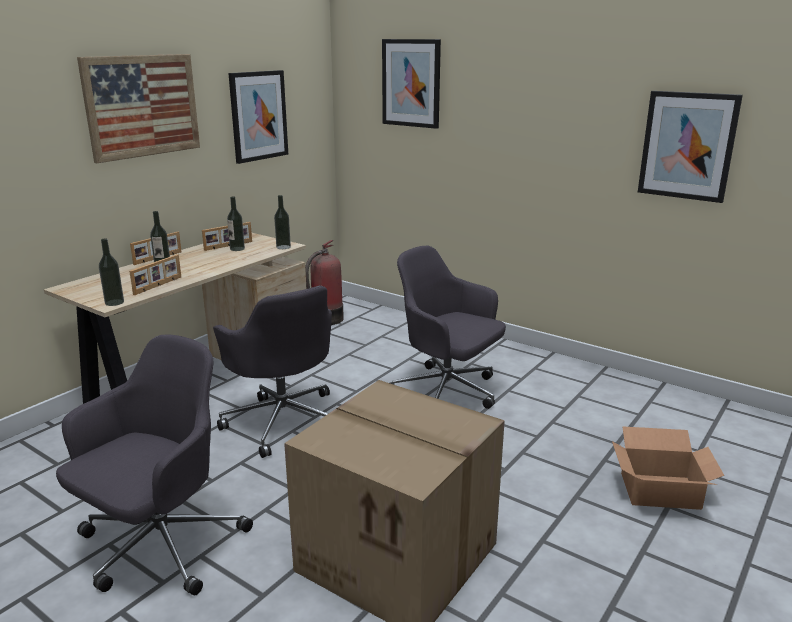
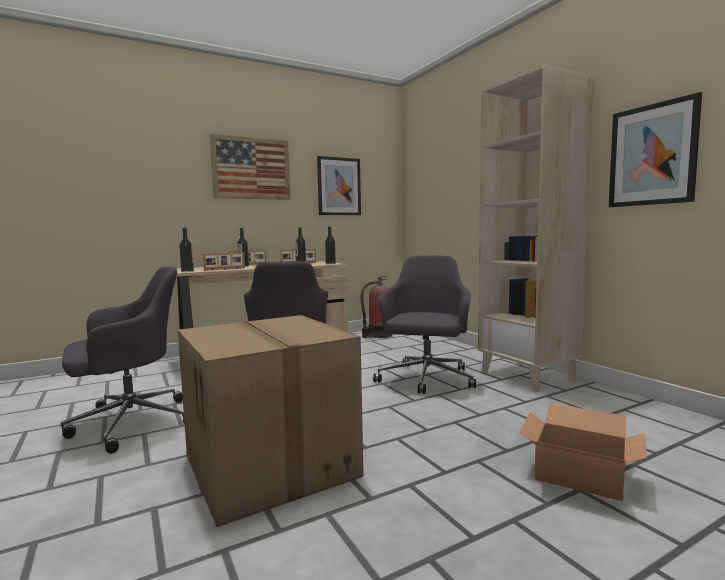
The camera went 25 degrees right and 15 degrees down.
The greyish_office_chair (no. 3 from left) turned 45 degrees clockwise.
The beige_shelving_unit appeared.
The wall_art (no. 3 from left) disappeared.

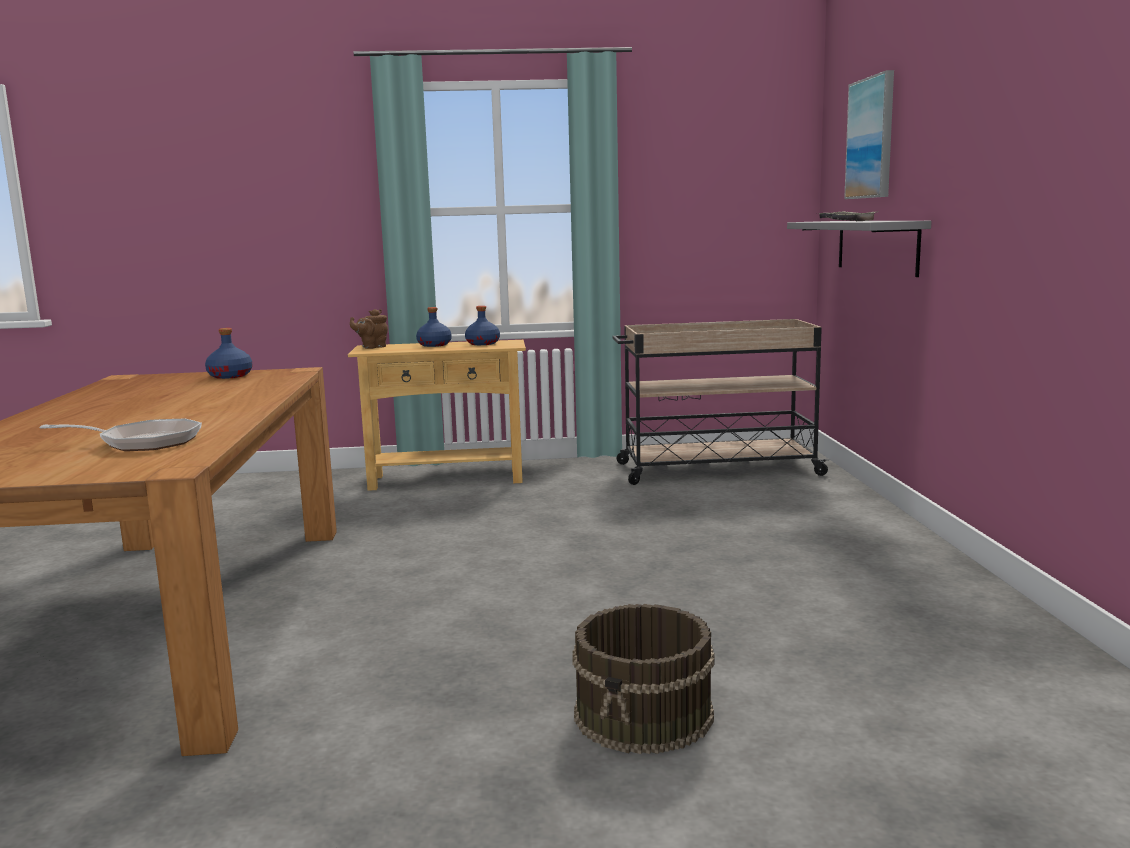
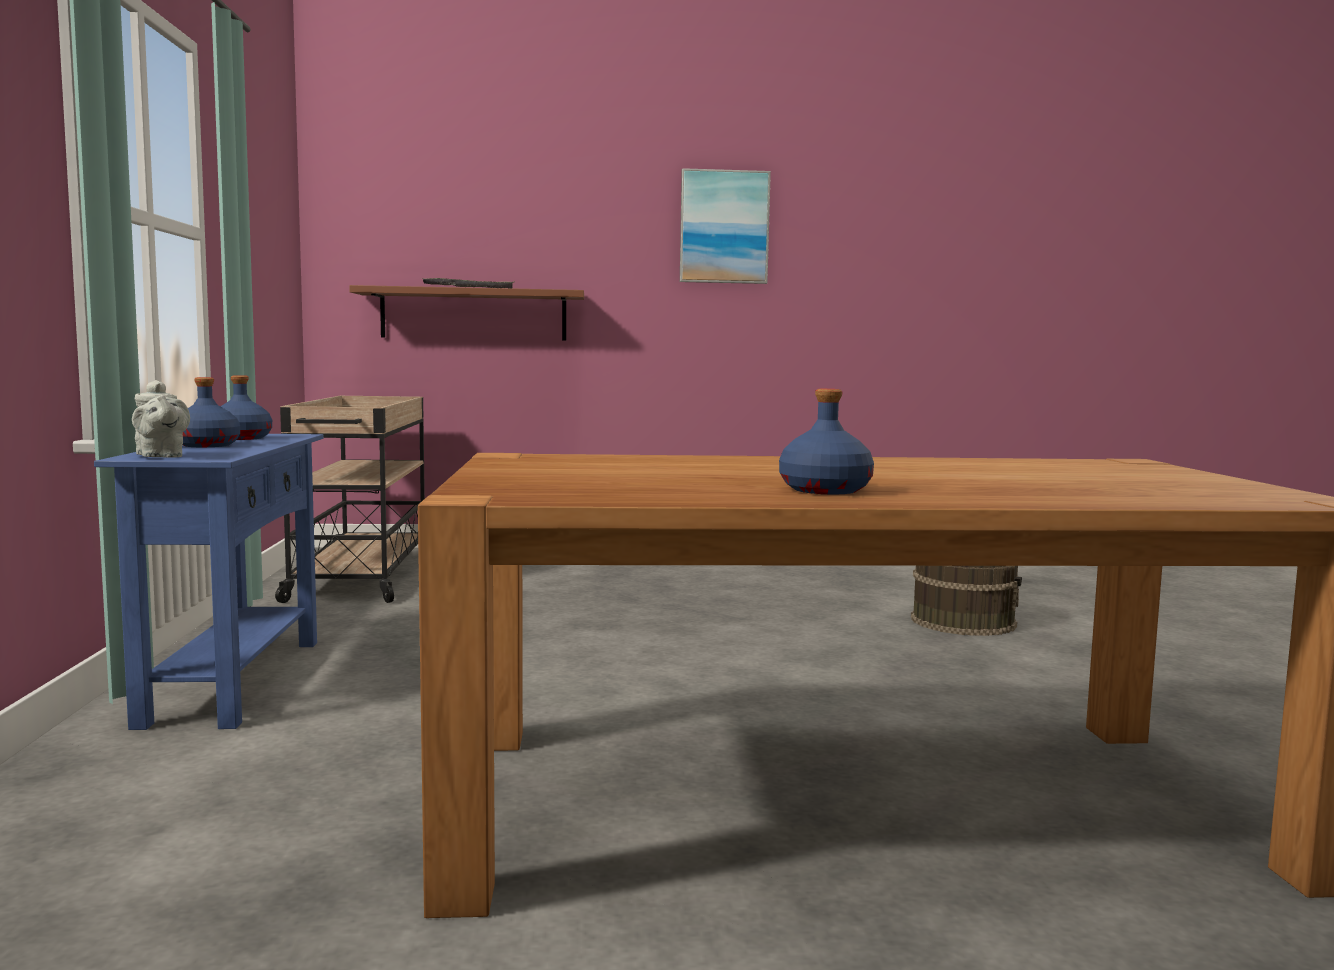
The camera went 90 degrees left and 5 degrees down.
The beige_hall_table became the bluish_hall_table.
The brown-coloured_tea_pot became the greyish_tea_pot.
The greyish_wall_shelf became the brown-coloured_wall_shelf.
The wall_art moved.
The bluish_drink_bottle (no. 1 from left in the first image) moved.
The frying_pan disappeared.

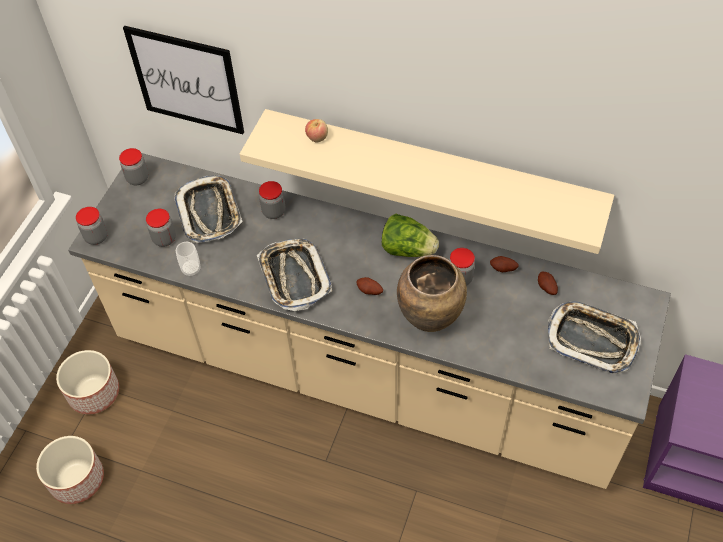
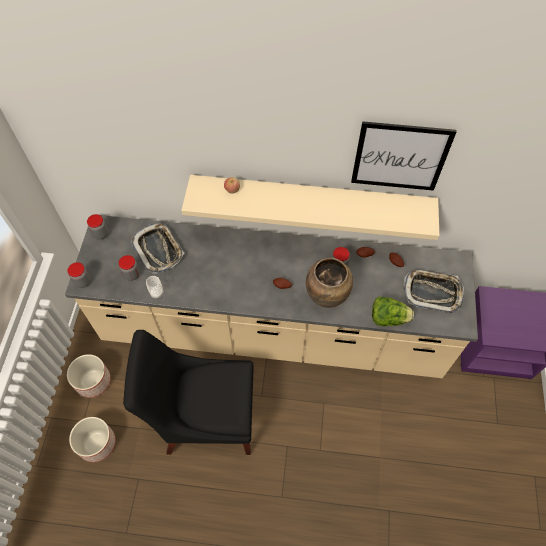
The camera went 15 degrees left and 5 degrees up.
The black-coloured_upright_chair appeared.
The wall_art moved.
The lettuce moved.
The serving_tray (no. 2 from left) disappeared.
The jar (no. 4 from left) disappeared.

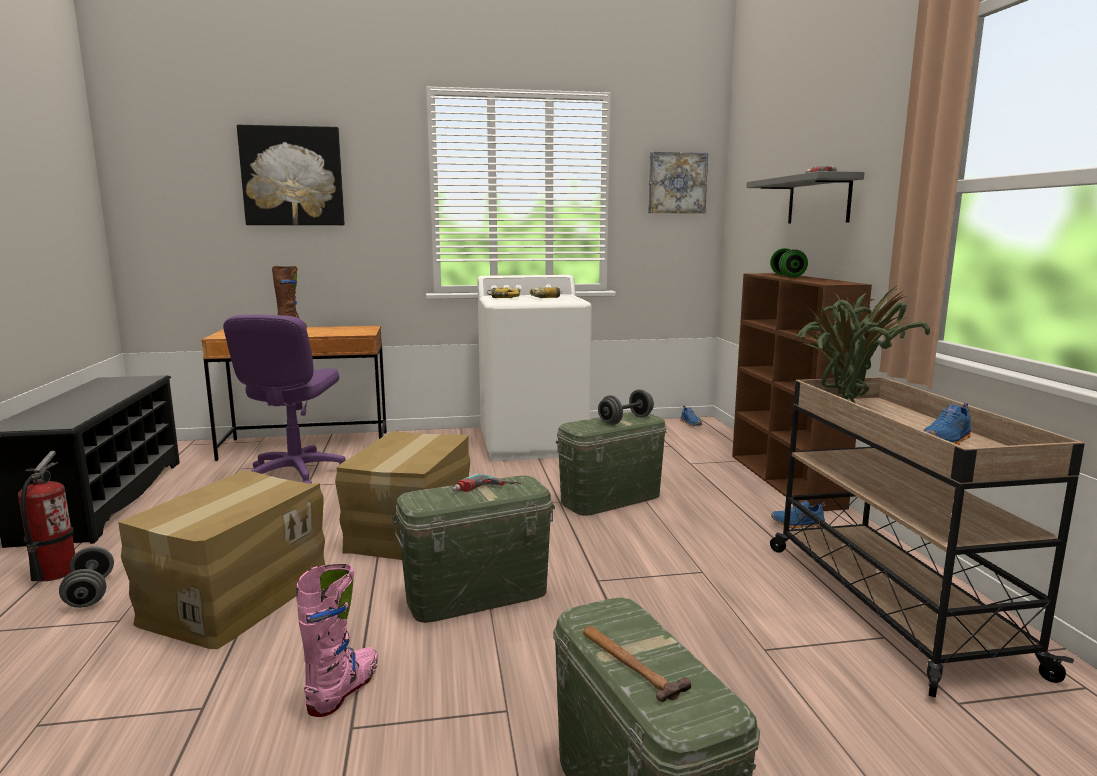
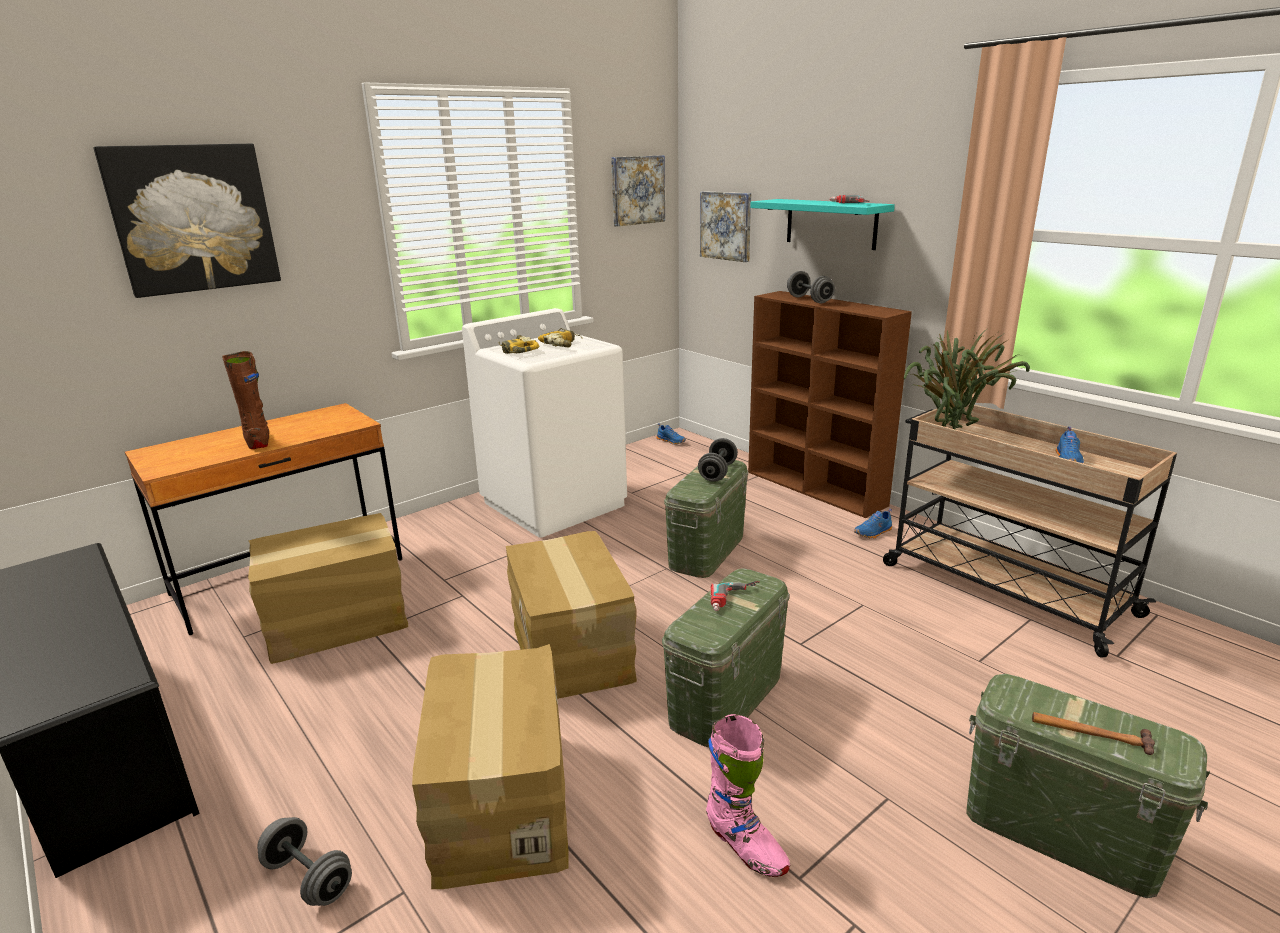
The camera went 30 degrees left and 10 degrees up.
The purplish_office_chair was replaced by the carton (no. 1 from left).
The wall_art (no. 3 from left) appeared.
The pink_high-top_boot turned 150 degrees clockwise.
The greyish_wall_shelf became the blue-green_wall_shelf.
The green-coloured_free_weight became the greyish_free_weight (no. 3 from left).
The fire_extinguisher disappeared.

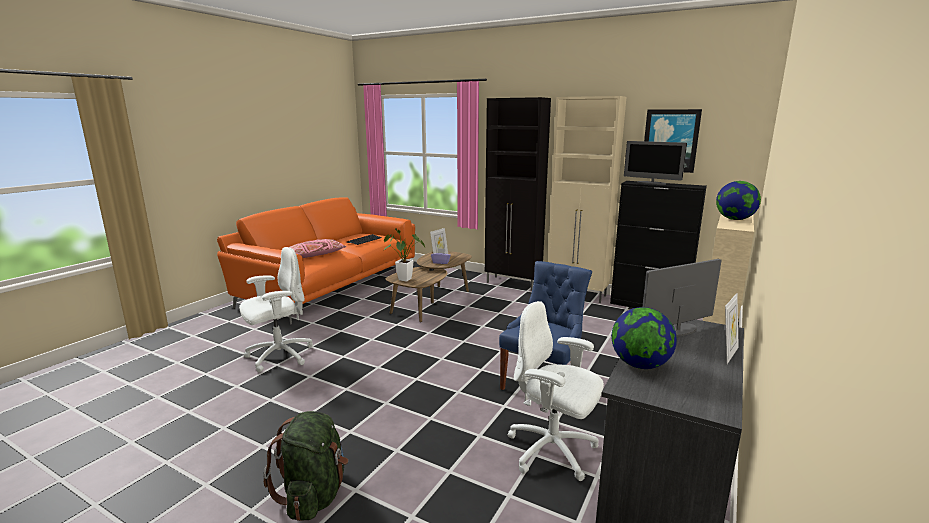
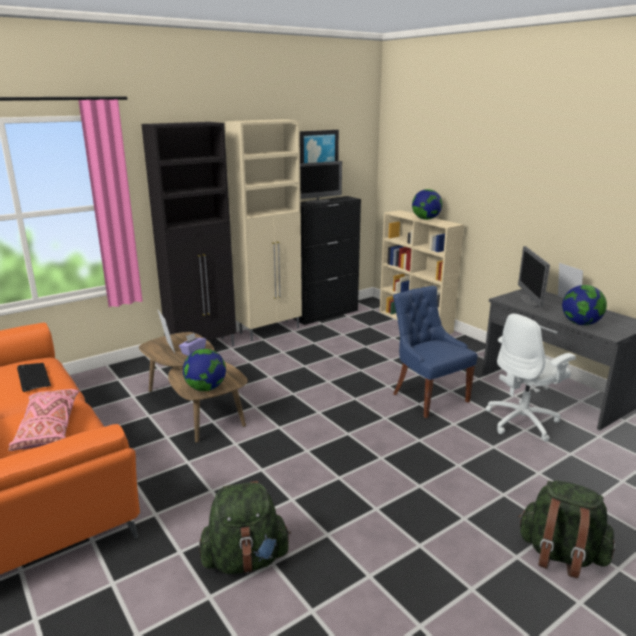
The camera went 65 degrees left and 5 degrees up.
The plant_in_a_pot was replaced by the globe (no. 1 from left).
The white-coloured_office_chair (no. 1 from left) was replaced by the green-coloured_backpack (no. 1 from left).

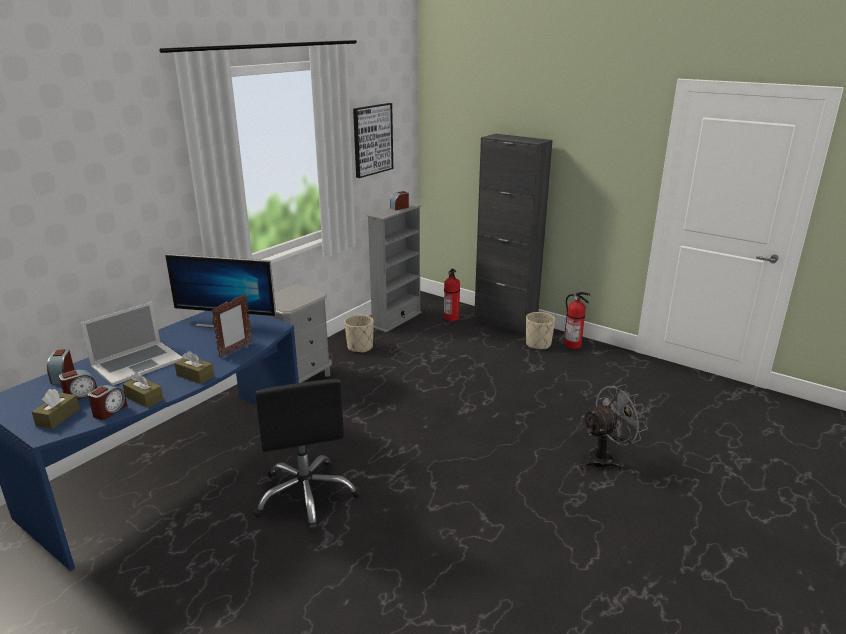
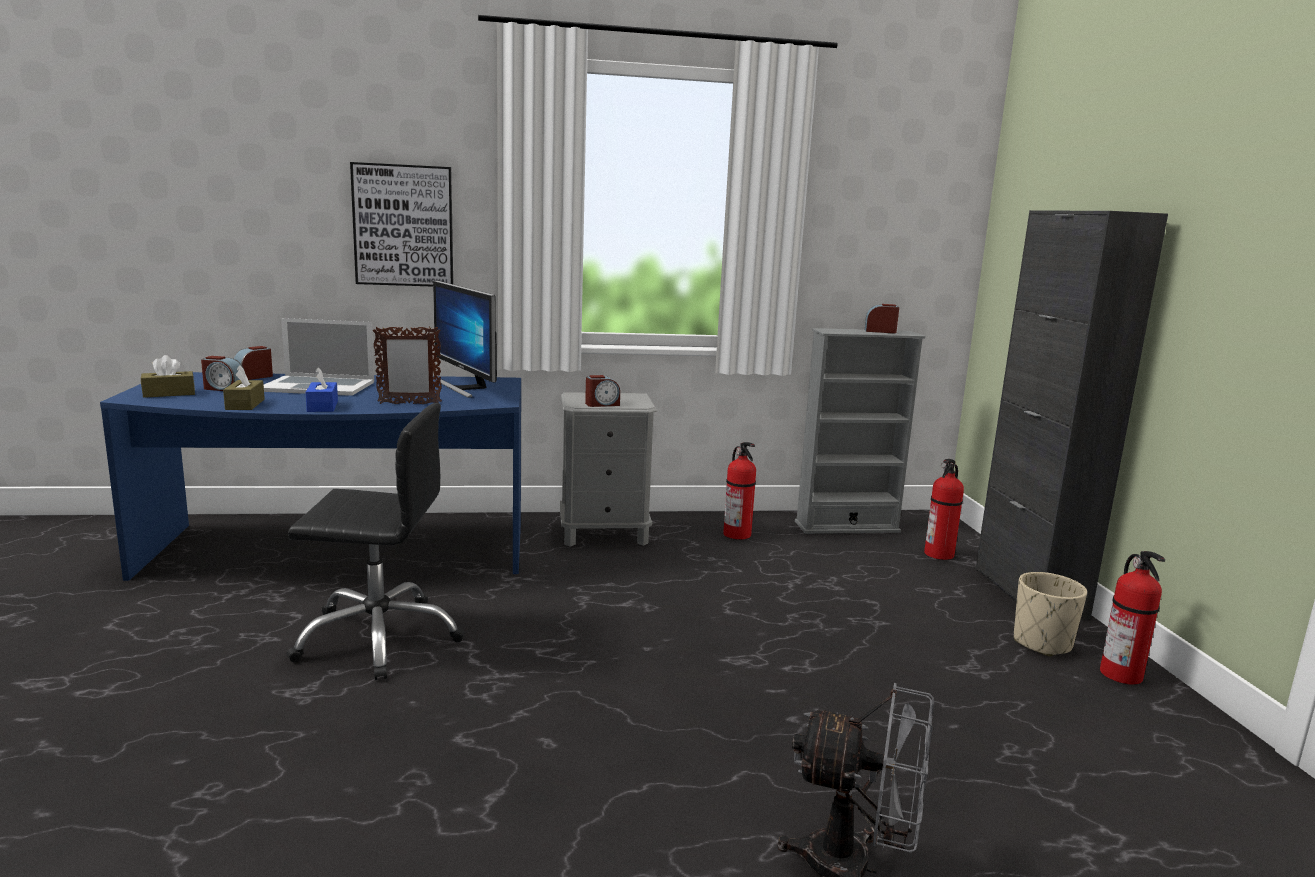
The camera went 45 degrees right and 10 degrees down.
The black-coloured_office_chair turned 120 degrees counterclockwise.
The brown-coloured_box_of_tissues (no. 3 from left) became the bluish_box_of_tissues.
The wall_art moved.
The alarm_clock (no. 3 from left) moved.
The beige_planter (no. 1 from left) was replaced by the fire_extinguisher (no. 1 from left).

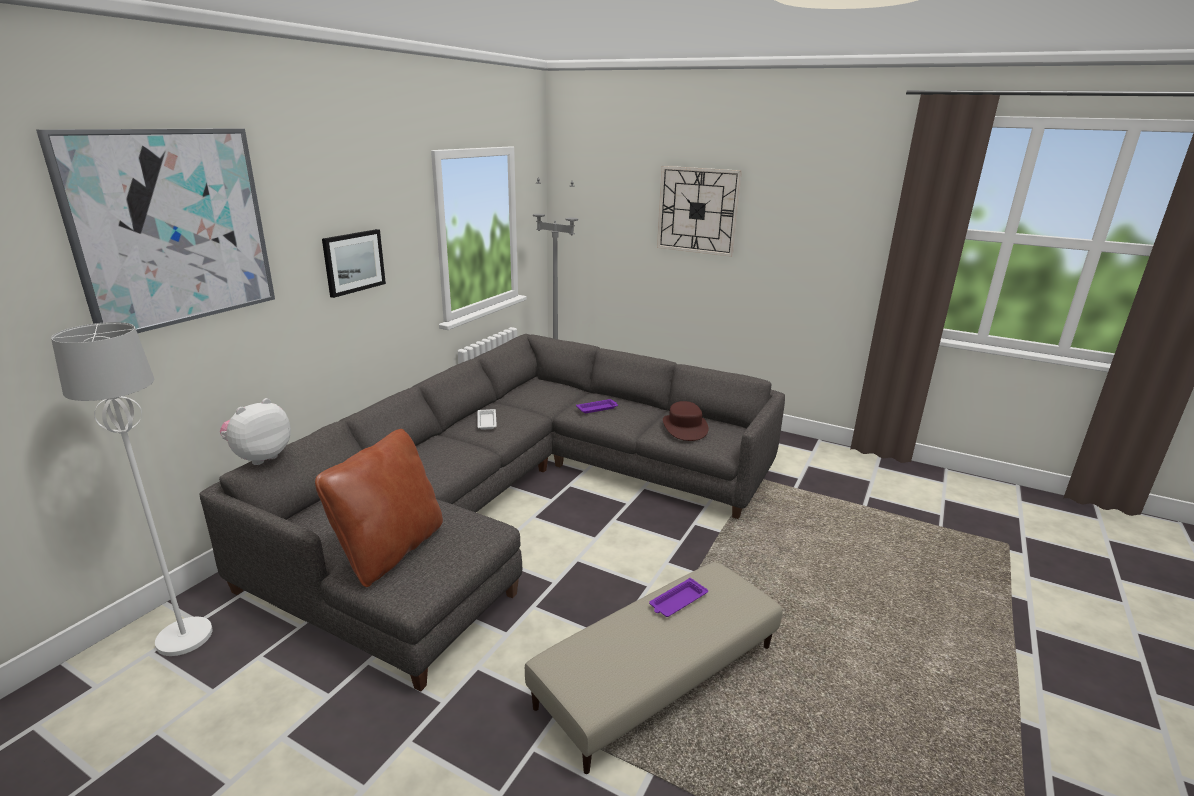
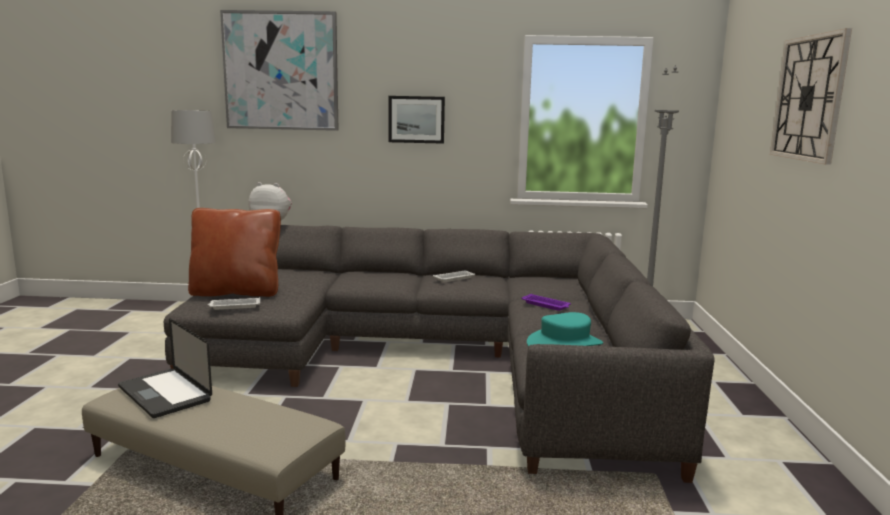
The camera went 65 degrees right and 10 degrees down.
The portable_computer appeared.
The white-coloured_serving_tray (no. 1 from left) appeared.
The brown-coloured_hat became the blue-green_hat.
The purplish_serving_tray (no. 2 from left) disappeared.

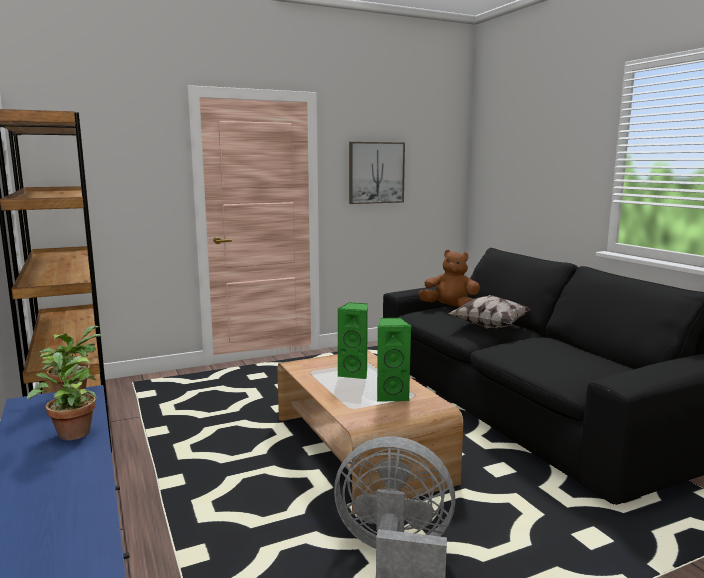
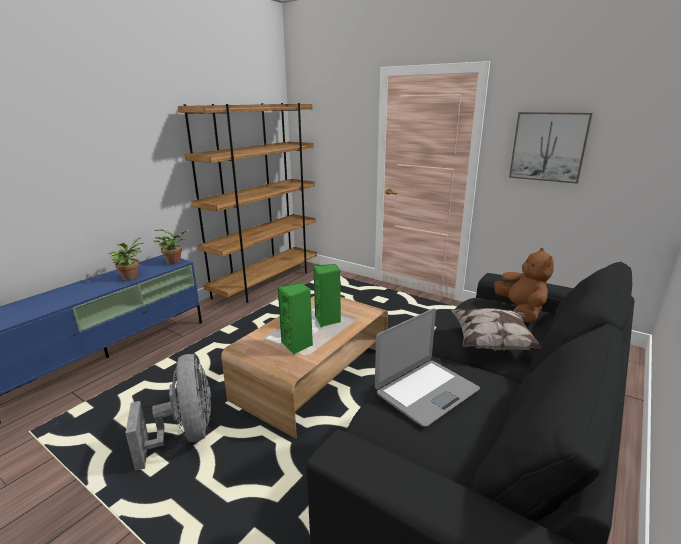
The camera went 60 degrees right and 10 degrees up.
The portable_computer appeared.

